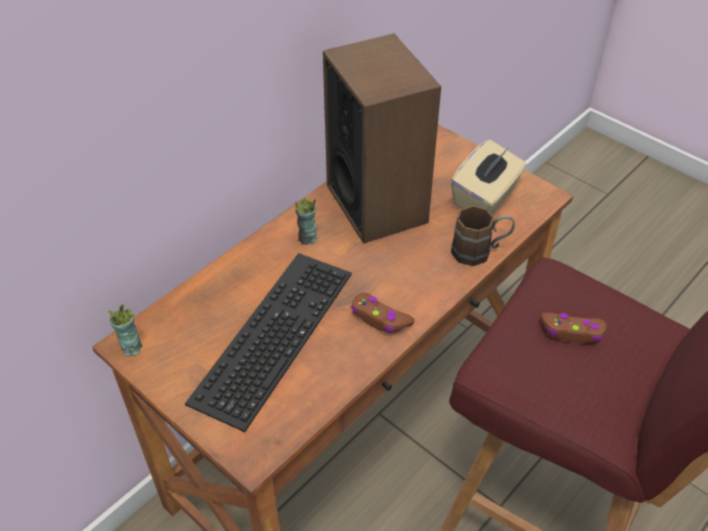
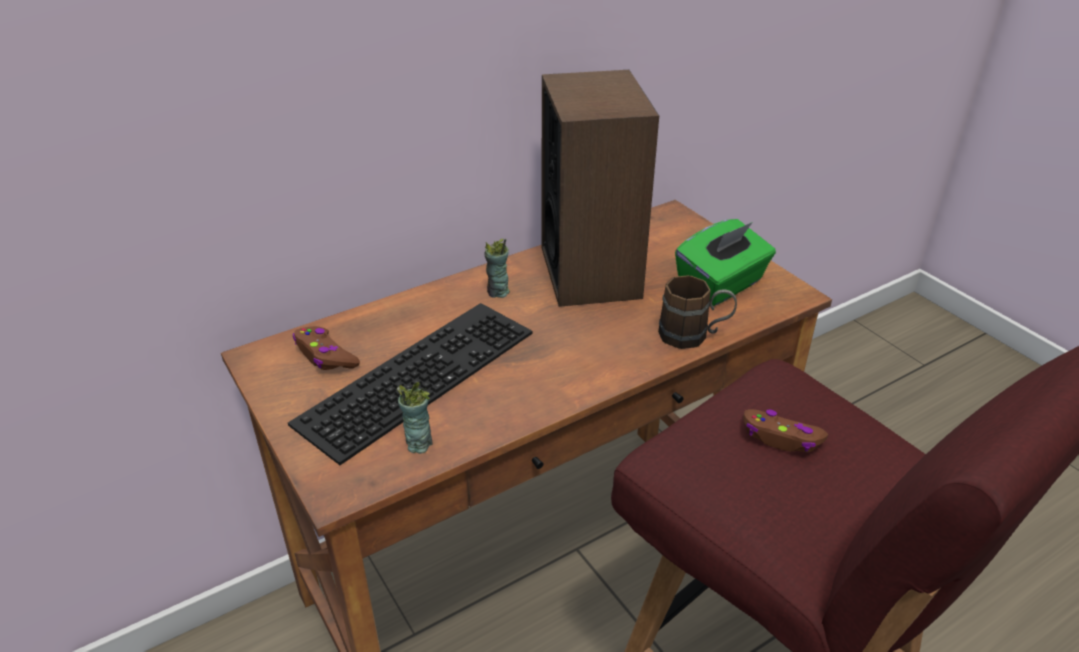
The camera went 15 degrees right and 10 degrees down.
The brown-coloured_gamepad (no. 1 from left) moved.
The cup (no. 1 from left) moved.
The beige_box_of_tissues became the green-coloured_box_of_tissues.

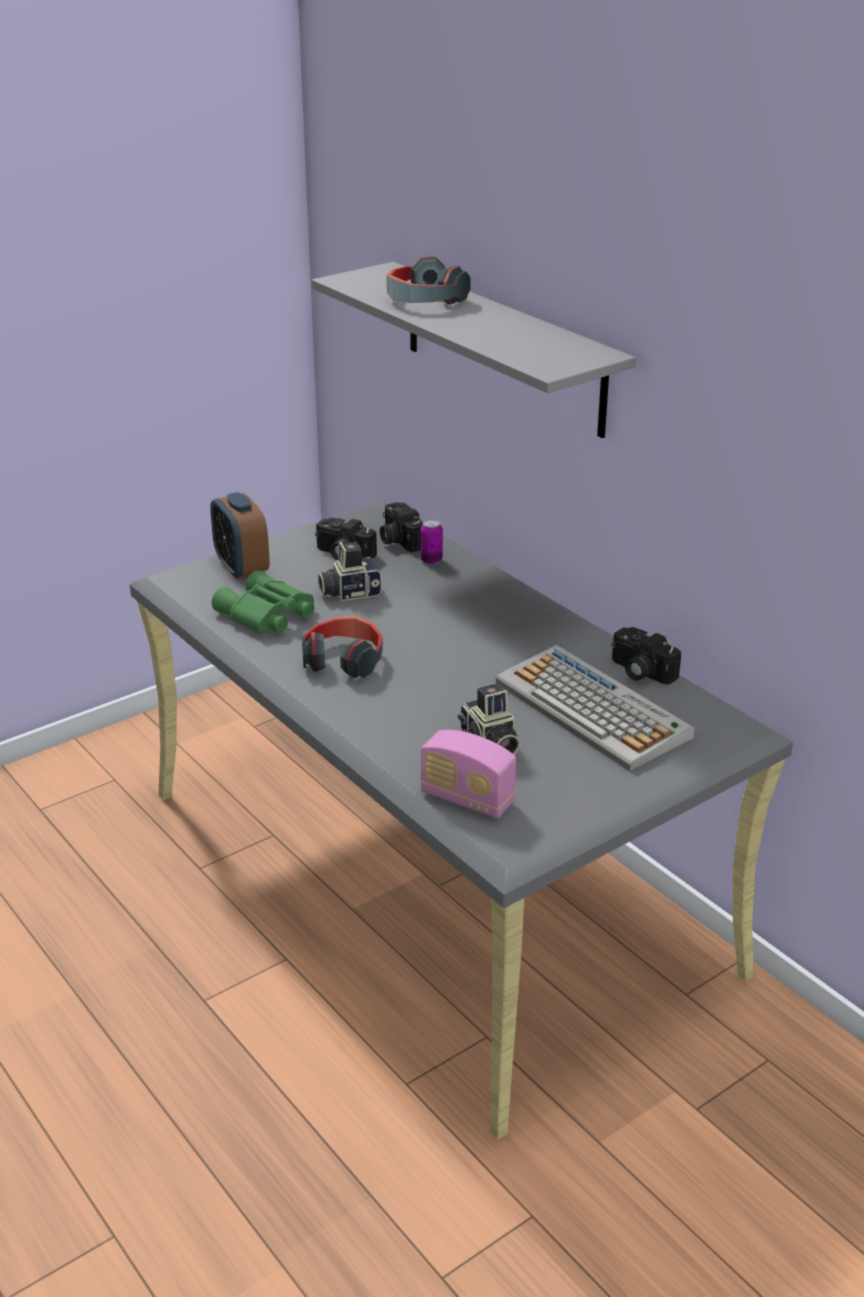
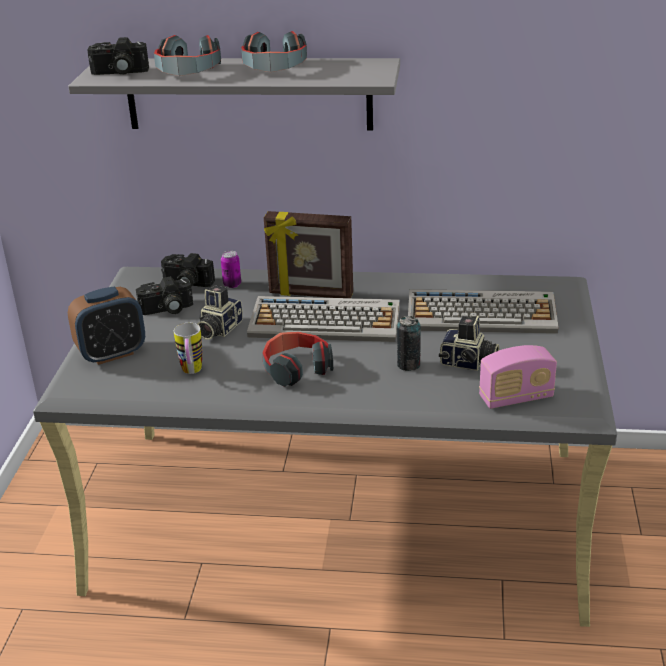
The camera went 45 degrees left and 0 degrees up.
The alarm_clock turned 45 degrees counterclockwise.
The photo_camera (no. 5 from left in the first image) moved.
The green-coloured_field_glasses was replaced by the tea_mug.
The headset (no. 2 from left) appeared.
The PC_keyboard (no. 1 from left) appeared.
The photo_frame appeared.
The metal_can (no. 2 from left) appeared.

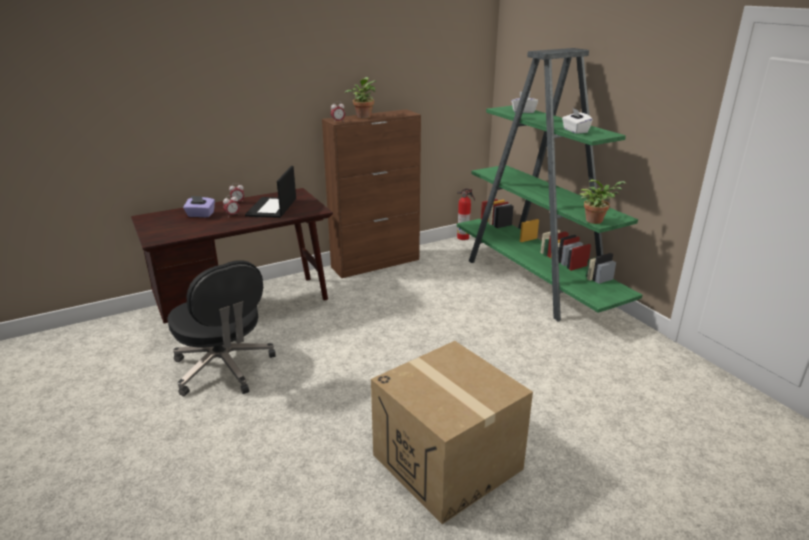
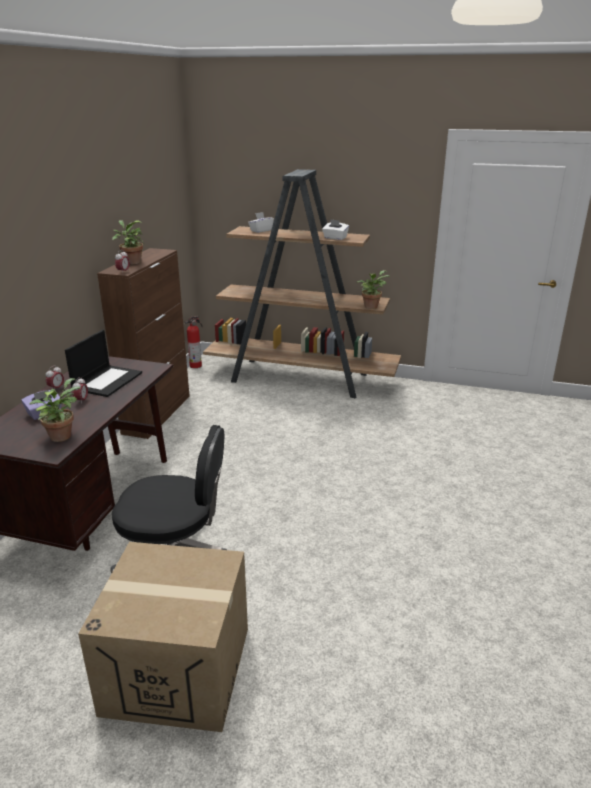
The camera went 45 degrees left and 0 degrees up.
The plant_in_a_pot (no. 1 from left) appeared.
The portable_computer turned 120 degrees counterclockwise.
The carton moved.
The green-coloured_shelving_unit became the brown-coloured_shelving_unit.

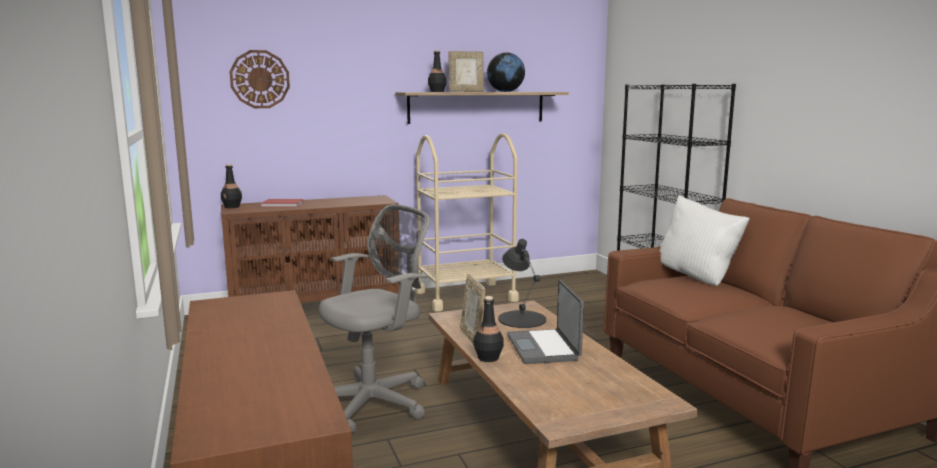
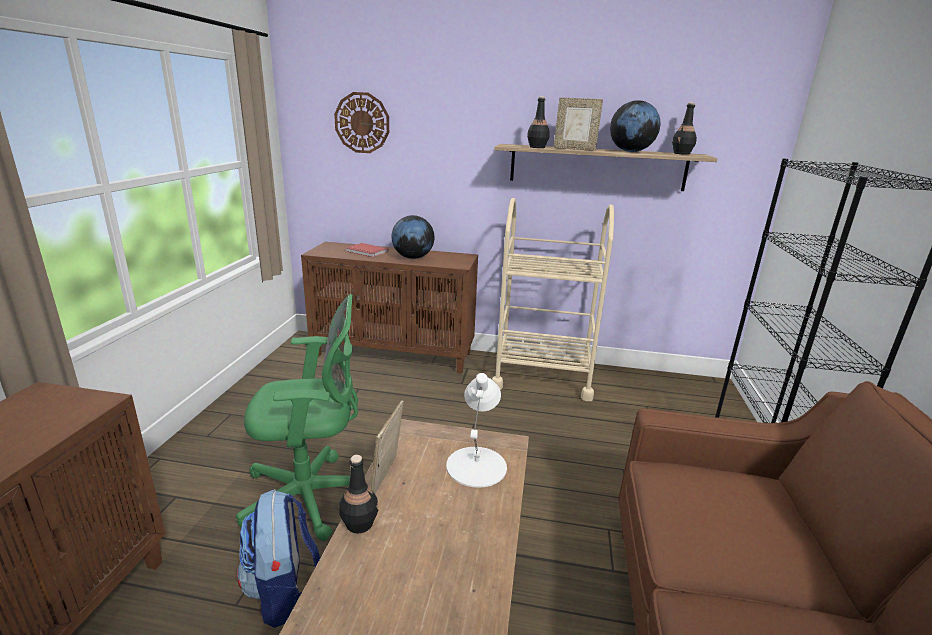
The camera went 30 degrees right and 10 degrees up.
The greyish_office_chair became the green-coloured_office_chair.
The backpack appeared.
The globe (no. 1 from left) appeared.
The black-coloured_table_lamp became the white-coloured_table_lamp.
The black-coloured_drink_bottle (no. 1 from left in the first image) moved.
The portable_computer disappeared.
The white-coloured_throw_pillow disappeared.

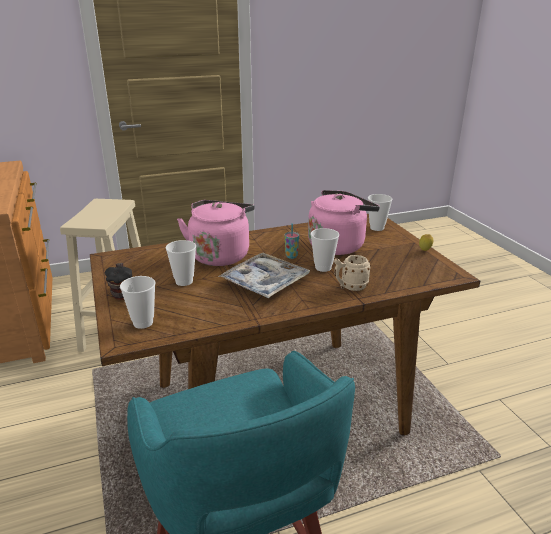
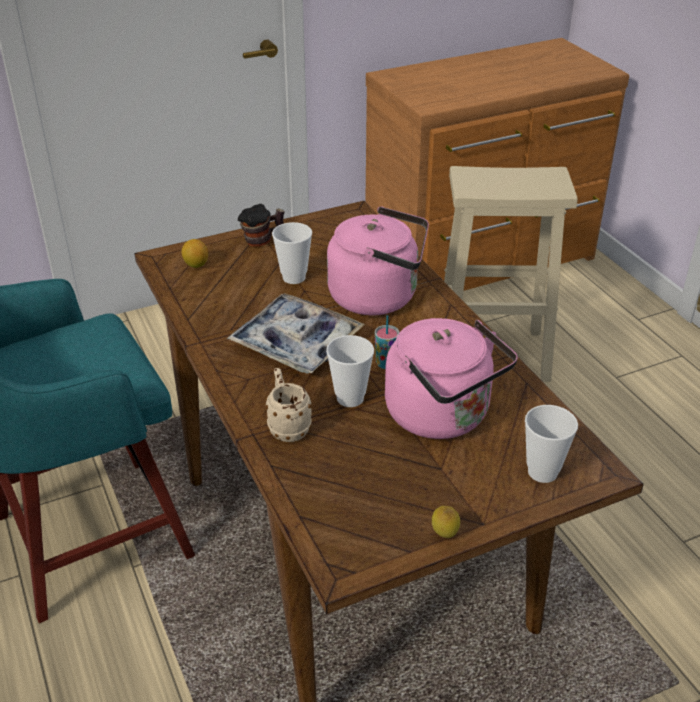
The camera went 85 degrees right and 10 degrees up.
The cup (no. 1 from left) was replaced by the lemon (no. 1 from left).

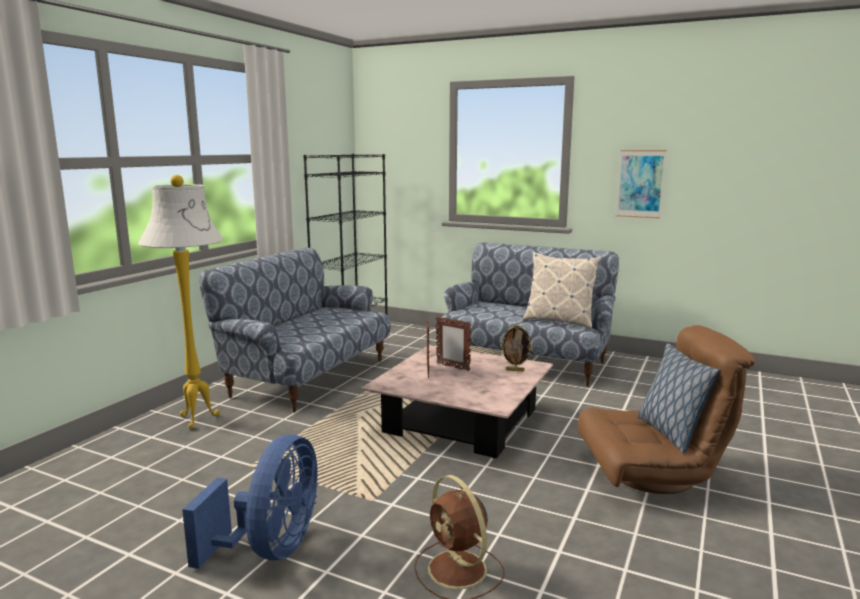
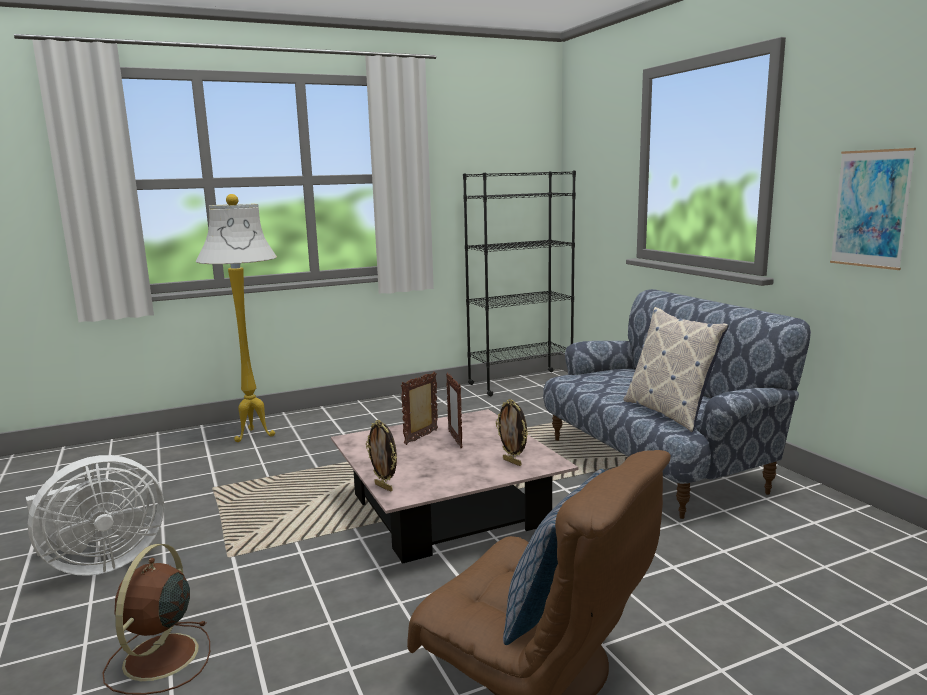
The camera went 40 degrees right and 0 degrees up.
The bluish_cooling_fan became the white-coloured_cooling_fan.
The photo_frame (no. 1 from left) appeared.
The couch (no. 1 from left) disappeared.

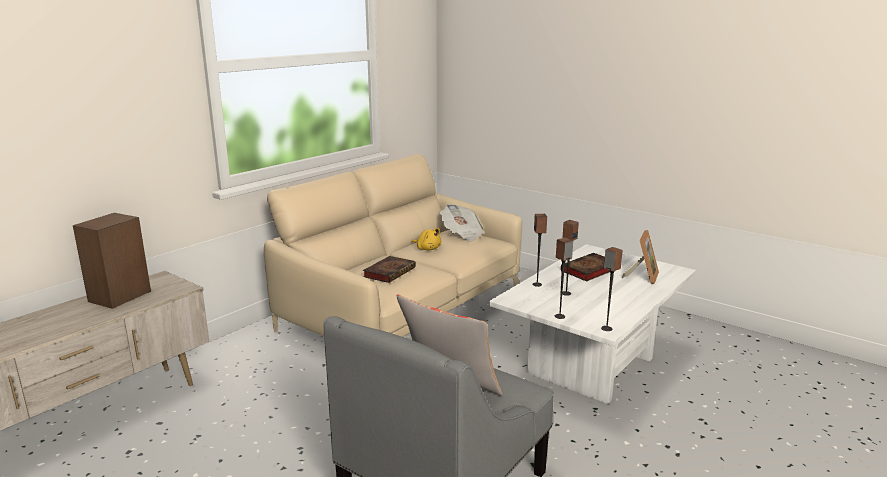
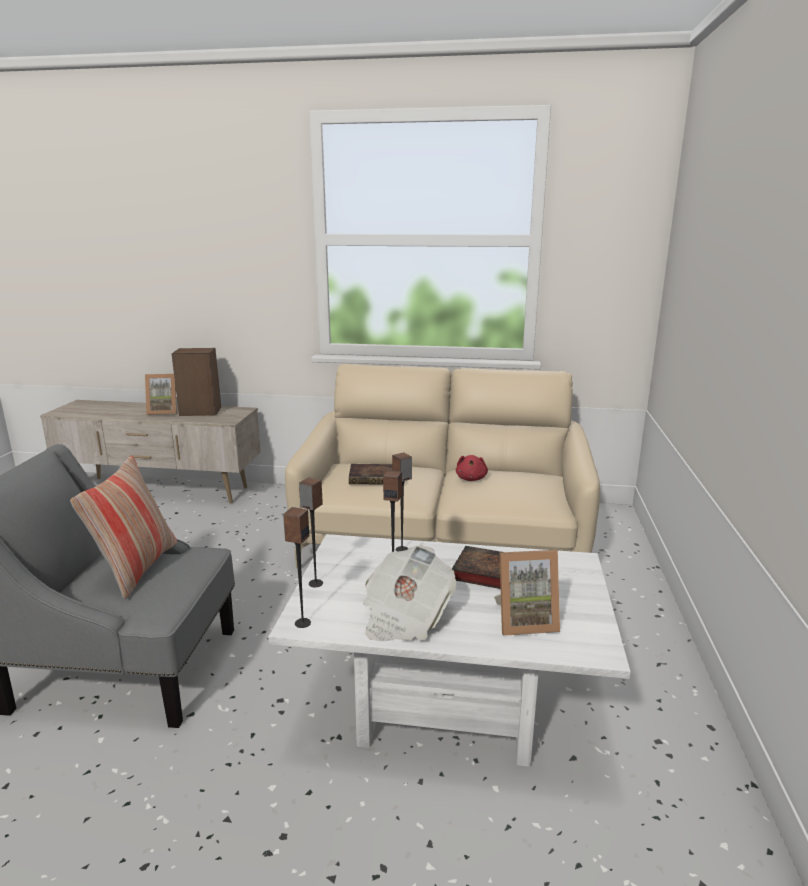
The camera went 60 degrees right and 0 degrees up.
The photo_frame (no. 1 from left) appeared.
The newspaper moved.
The yellowish_cuddly_toy became the red-coloured_cuddly_toy.

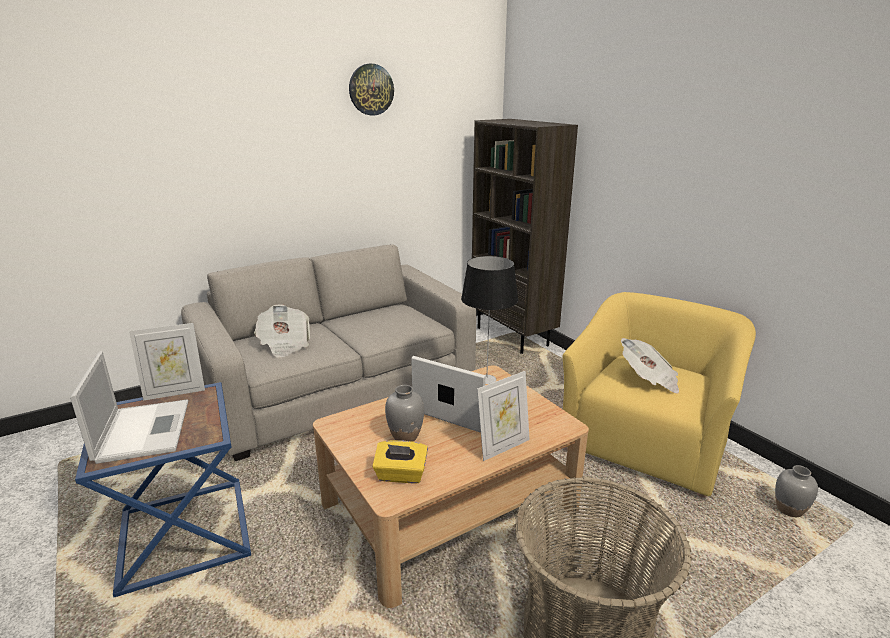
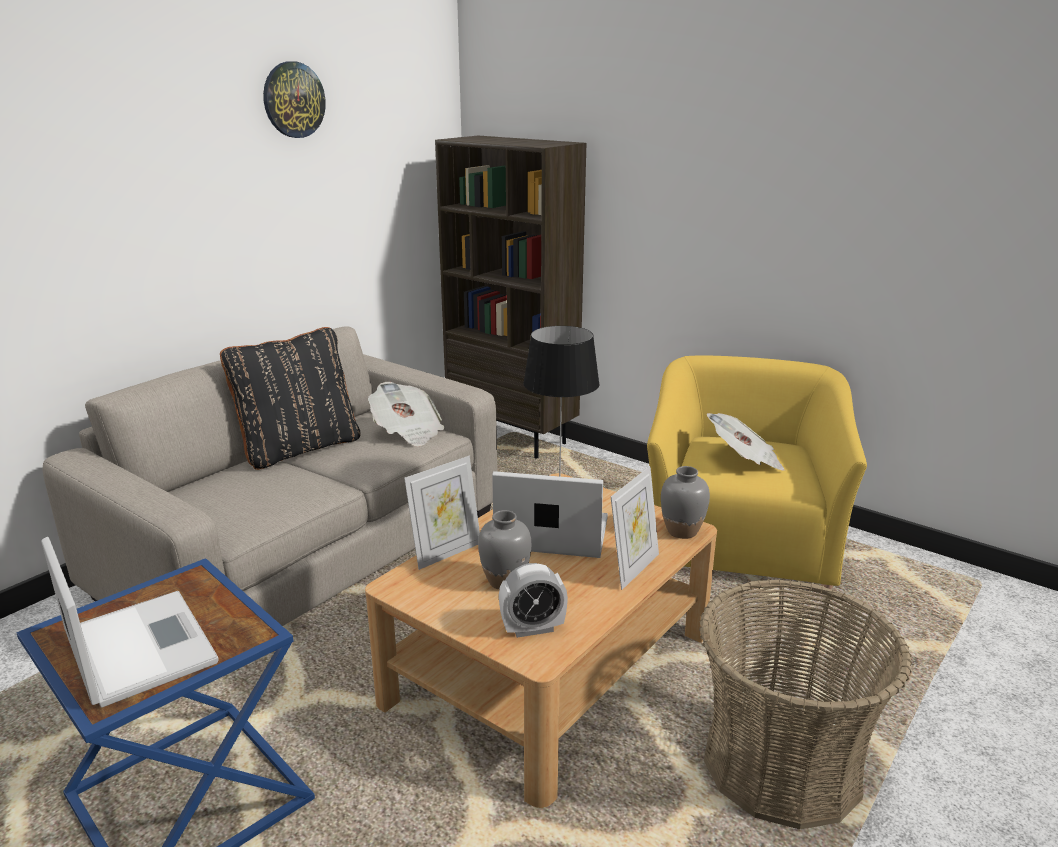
The camera went 20 degrees left and 0 degrees up.
The black-coloured_throw_pillow appeared.
The newspaper (no. 1 from left) moved.
The photo_frame (no. 1 from left) moved.
The yellowish_box_of_tissues was replaced by the alarm_clock.
The greyish_flower_vase (no. 2 from left) moved.

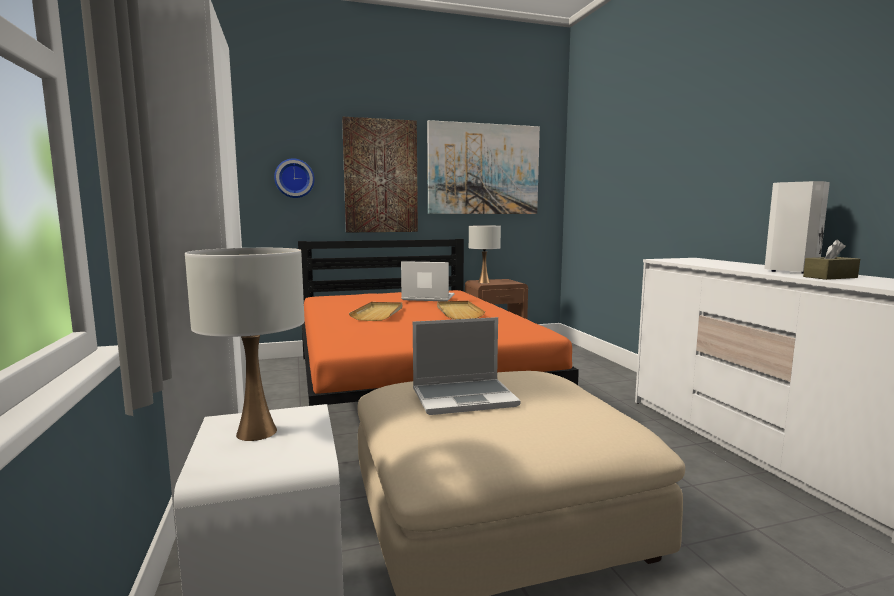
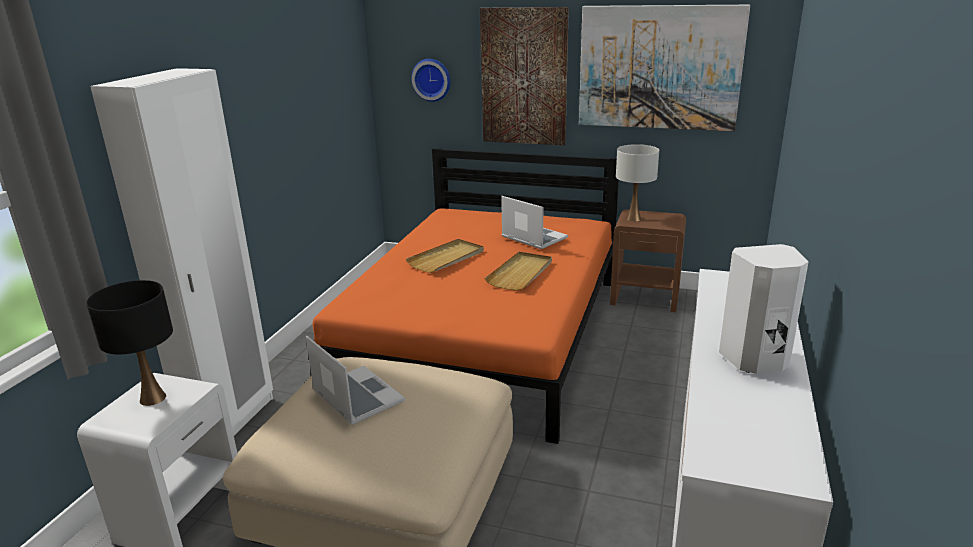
The camera went 35 degrees right and 15 degrees up.
The white-coloured_table_lamp (no. 1 from left) became the black-coloured_table_lamp.
The portable_computer (no. 2 from left in the first image) turned 150 degrees counterclockwise.
The brown-coloured_box_of_tissues disappeared.

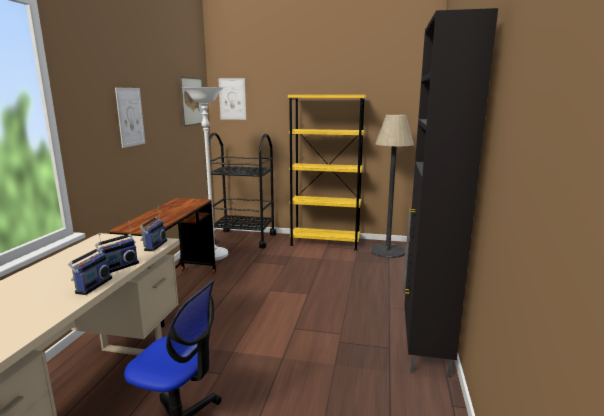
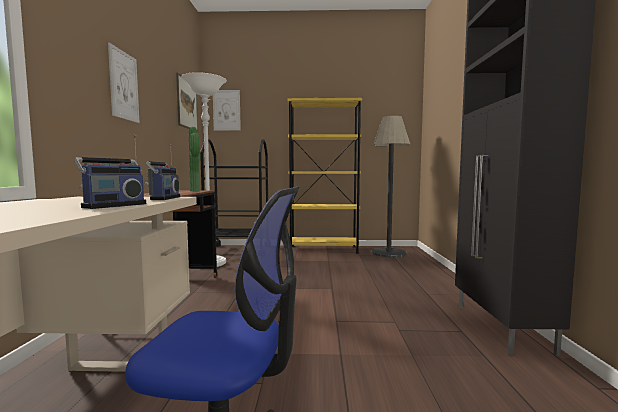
The camera went 10 degrees left and 10 degrees down.
The plant_in_a_pot appeared.
The radio (no. 1 from left) disappeared.

